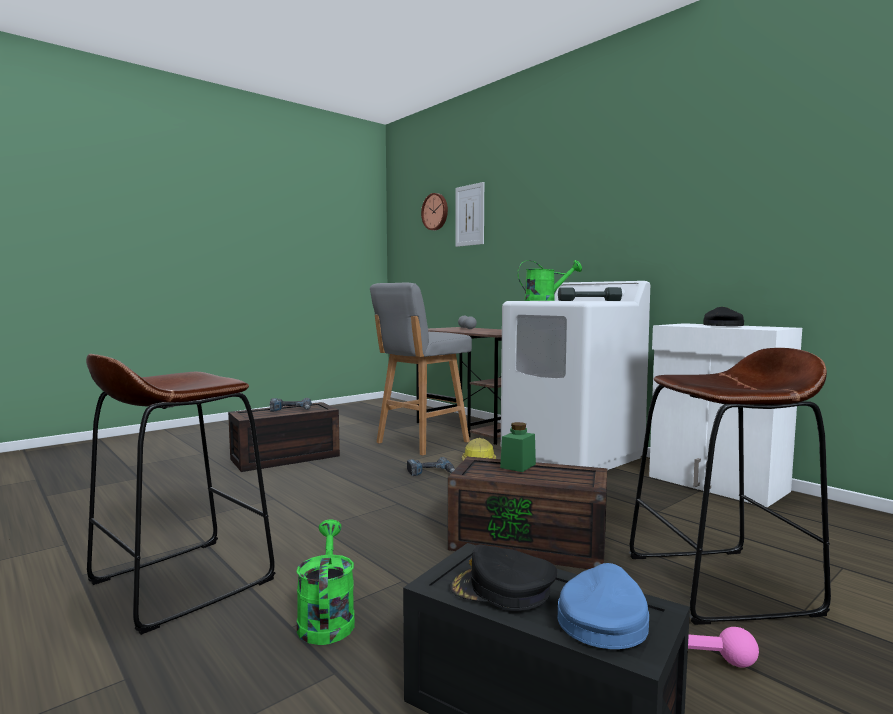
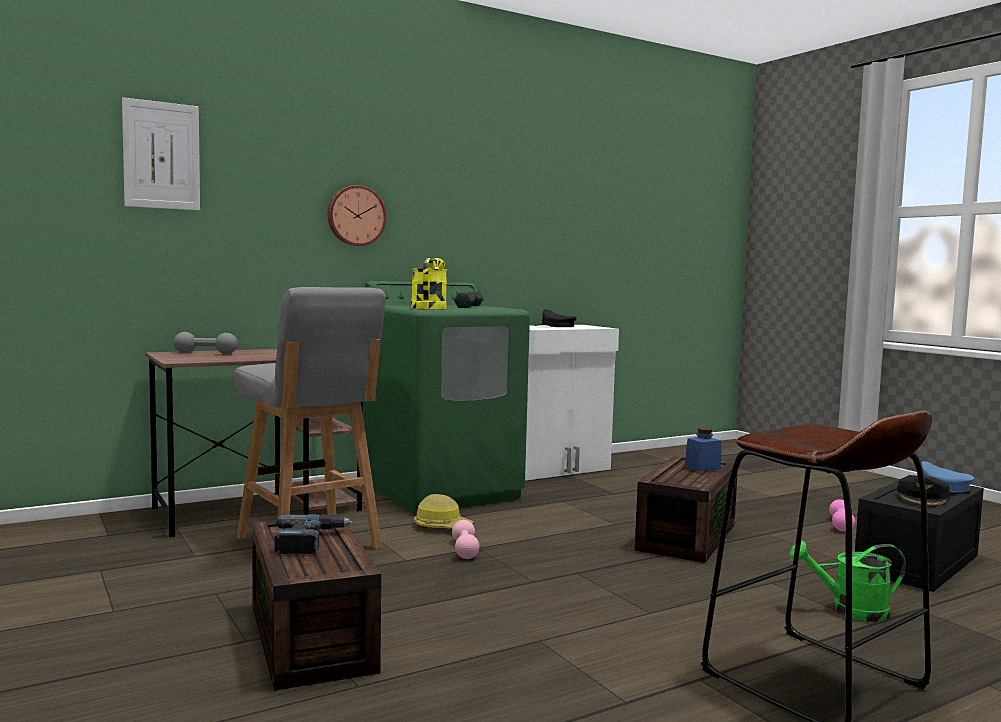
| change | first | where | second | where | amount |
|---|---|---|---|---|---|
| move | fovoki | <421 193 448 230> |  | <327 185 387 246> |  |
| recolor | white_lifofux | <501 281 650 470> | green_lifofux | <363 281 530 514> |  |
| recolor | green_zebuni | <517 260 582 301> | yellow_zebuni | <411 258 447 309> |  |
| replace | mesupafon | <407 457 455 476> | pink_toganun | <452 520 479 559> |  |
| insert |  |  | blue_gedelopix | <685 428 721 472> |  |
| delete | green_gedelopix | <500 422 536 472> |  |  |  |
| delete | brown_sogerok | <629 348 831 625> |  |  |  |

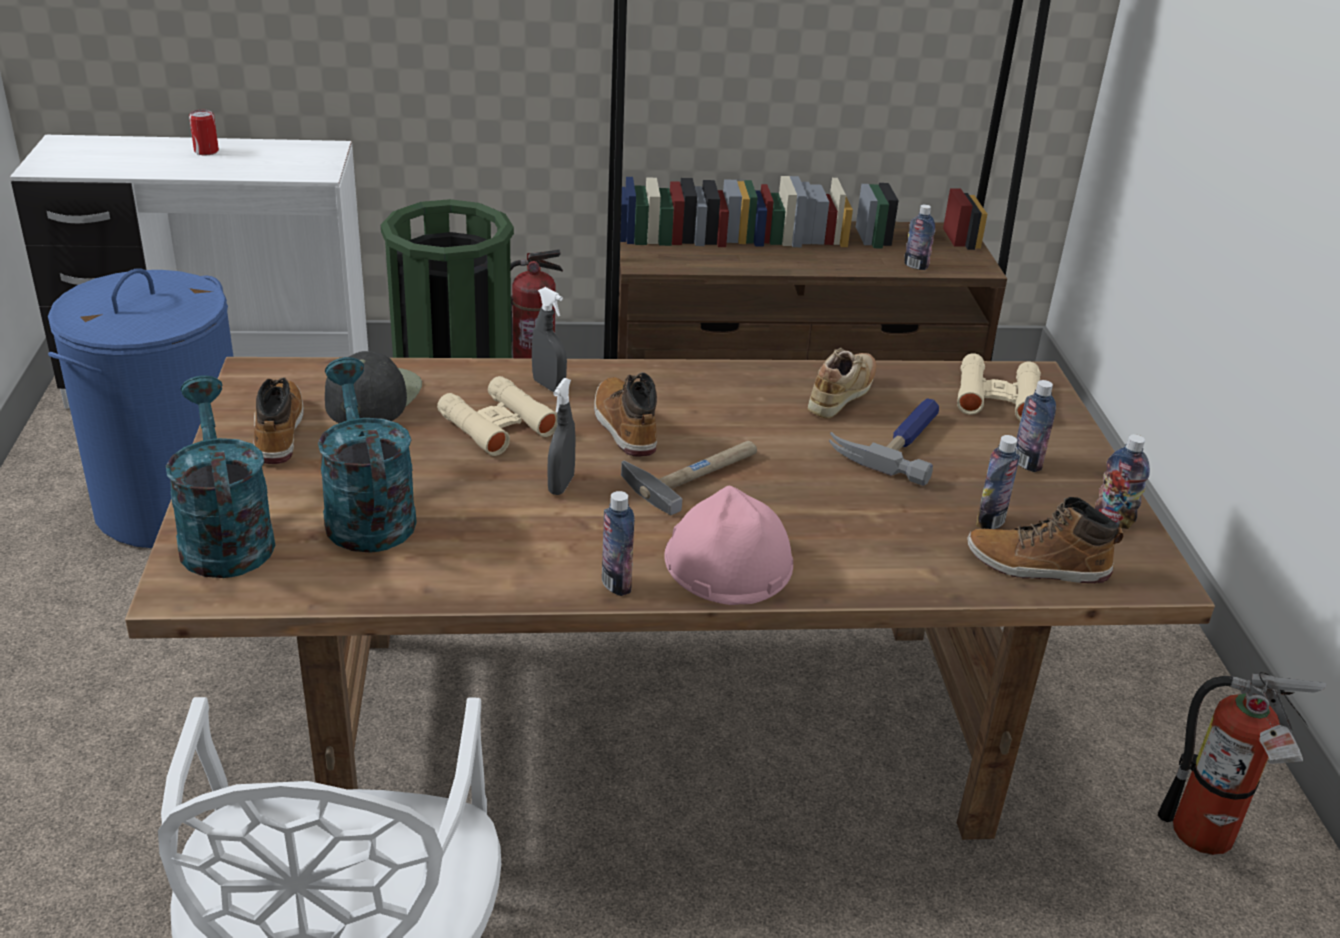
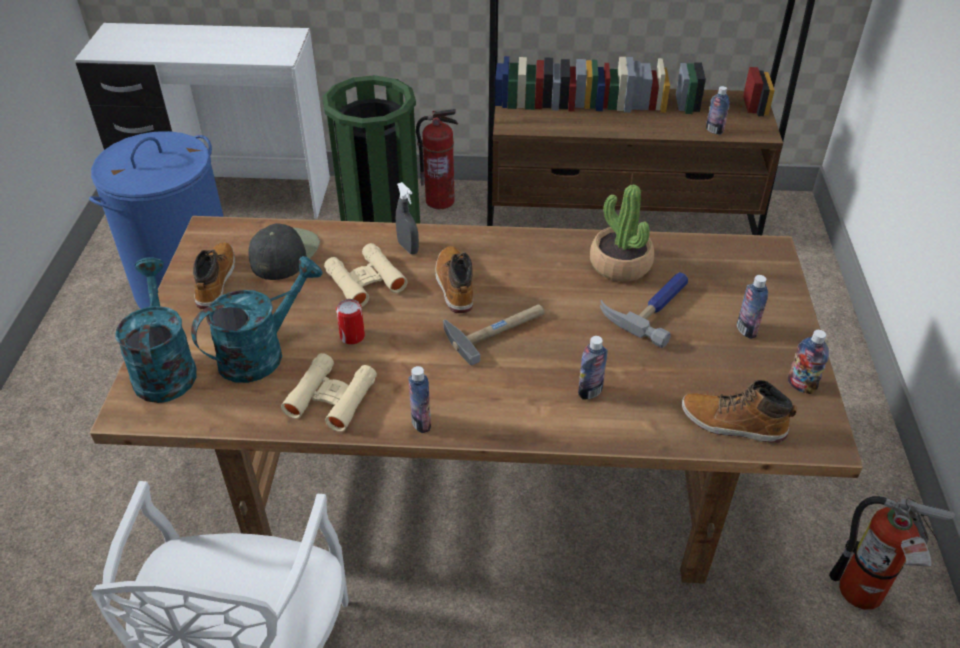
| change | first | where | second | where | amount |
|---|---|---|---|---|---|
| rotate | turquoise_zebuni | <318 357 417 553> |  | <191 256 323 383> | 60 degrees clockwise |
| move | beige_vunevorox | <957 353 1041 421> |  | <281 353 377 432> |  |
| move | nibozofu | <189 110 219 155> |  | <336 299 365 345> |  |
| move | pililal | <976 435 1020 529> |  | <578 336 608 400> |  |
| replace | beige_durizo | <808 348 876 418> | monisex | <590 185 654 281> |  |
| delete | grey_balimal | <547 378 576 495> |  |  |  |
| delete | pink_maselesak | <664 486 793 605> |  |  |  |

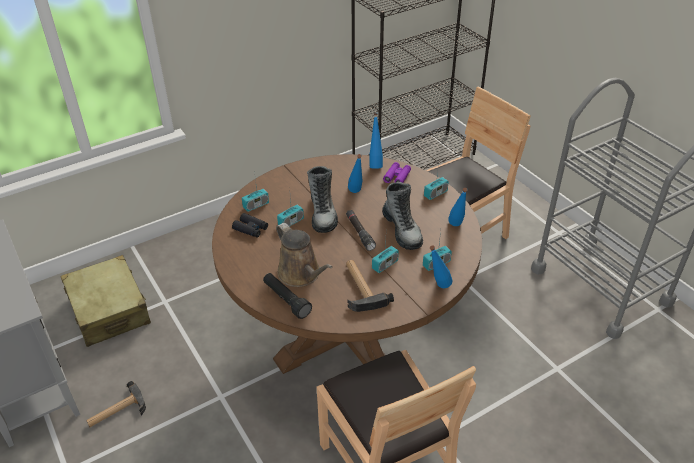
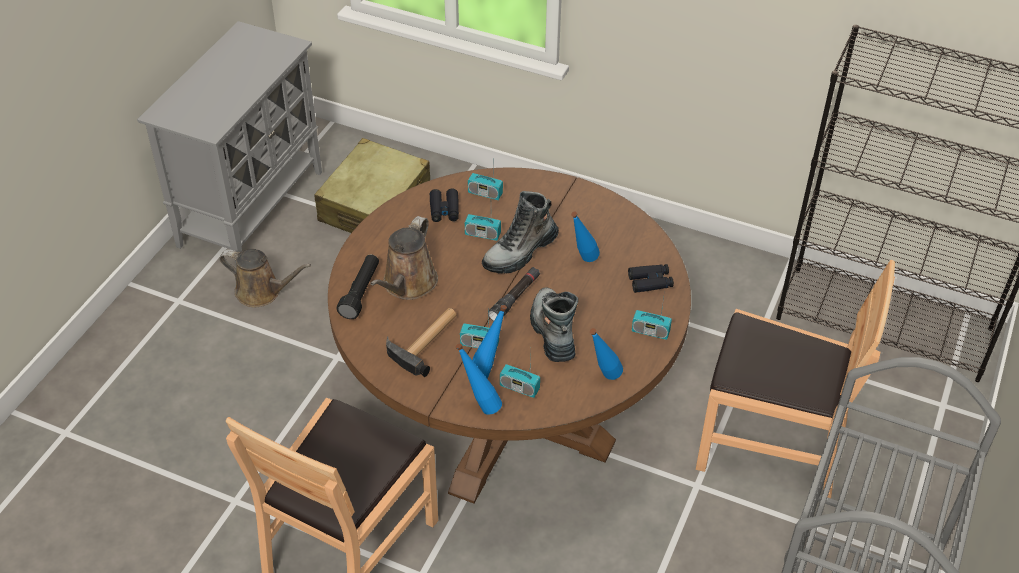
| change | first | where | second | where | amount |
|---|---|---|---|---|---|
| replace | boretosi | <86 381 146 427> | brown_zebuni | <219 249 311 307> |  |
| move | blue_pililal | <369 113 383 169> |  | <472 305 507 379> |  |
| rotate | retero | <382 182 423 250> |  | <530 287 578 362> | 135 degrees clockwise |
| recolor | purple_vunevorox | <383 162 411 183> | black_vunevorox | <628 264 674 293> |  |

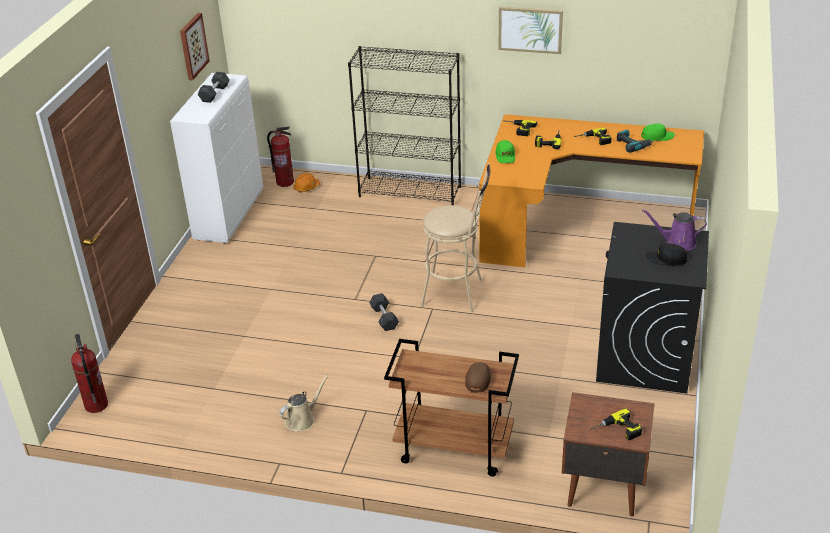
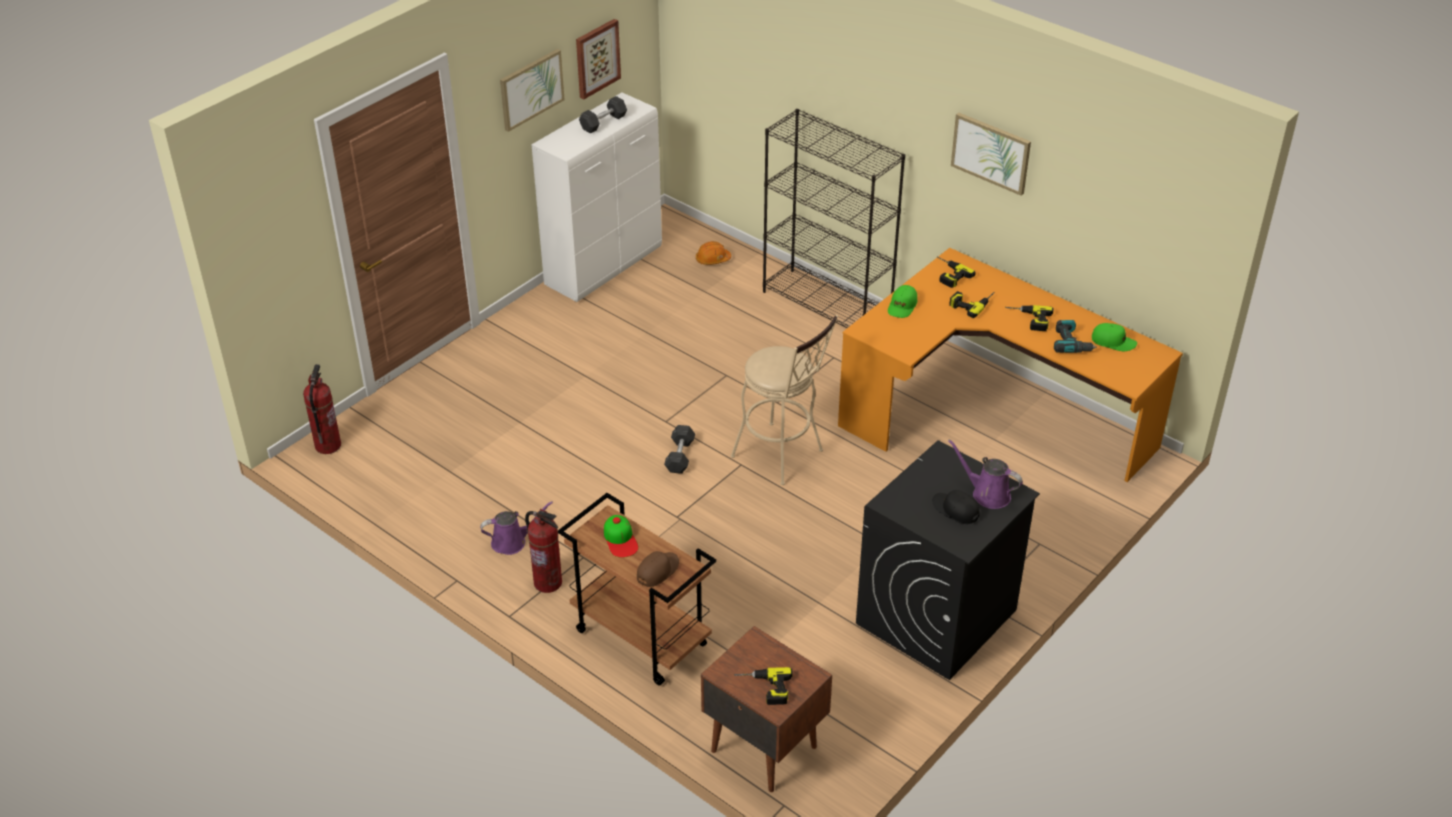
| change | first | where | second | where | amount |
|---|---|---|---|---|---|
| recolor | beige_zebuni | <279 374 329 432> | purple_zebuni | <480 501 553 555> |  |
| insert |  |  | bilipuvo | <500 49 565 132> |  |
| move | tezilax | <267 126 294 187> |  | <525 509 562 593> |  |
| insert |  |  | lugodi | <604 515 639 558> |  |

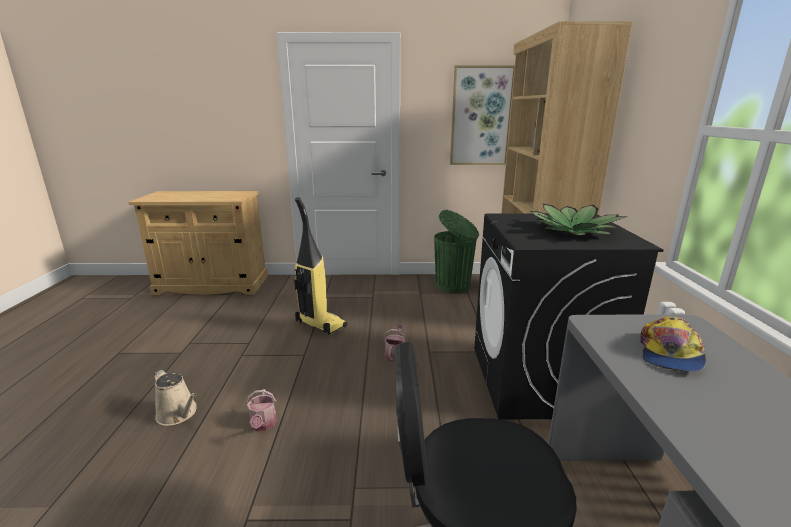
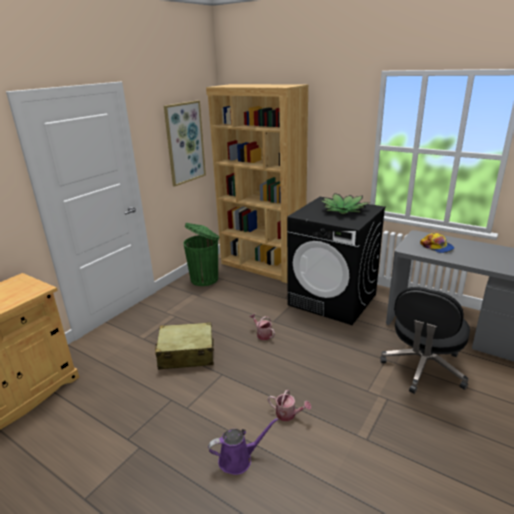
| change | first | where | second | where | amount |
|---|---|---|---|---|---|
| replace | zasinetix | <294 197 348 335> | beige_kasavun | <155 322 214 370> |  |
| recolor | beige_zebuni | <154 370 197 426> | purple_zebuni | <208 418 279 475> |  |

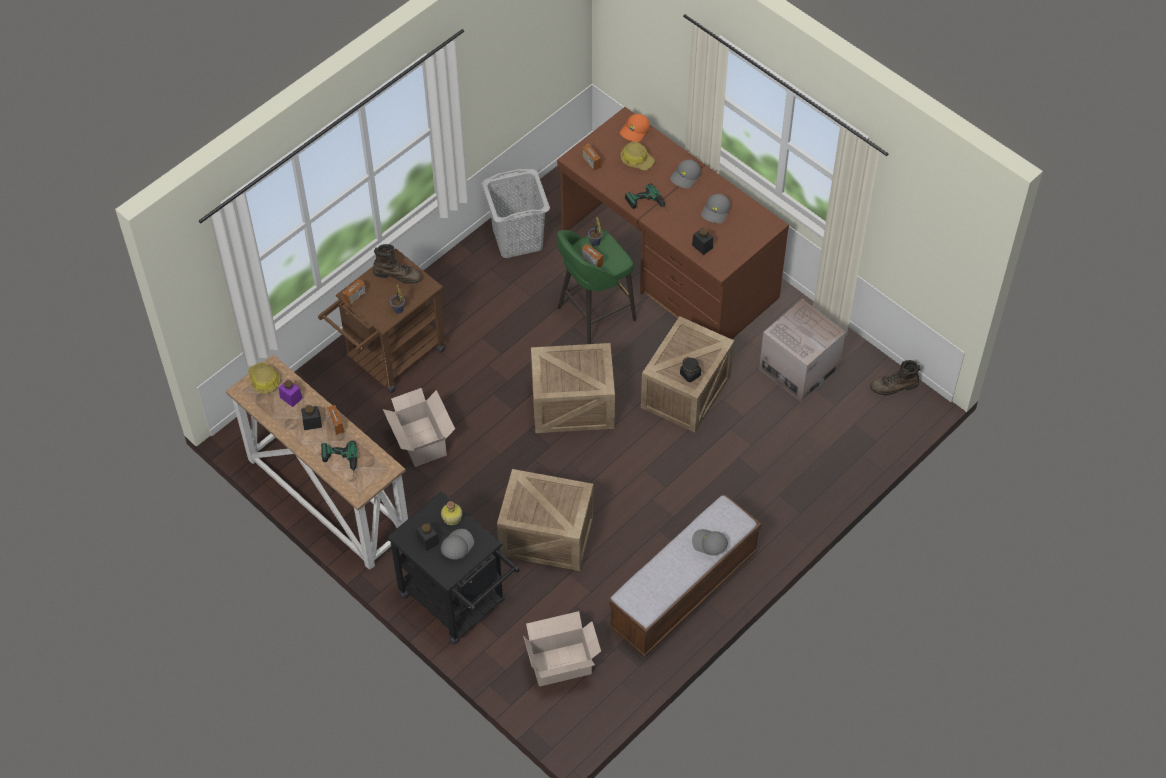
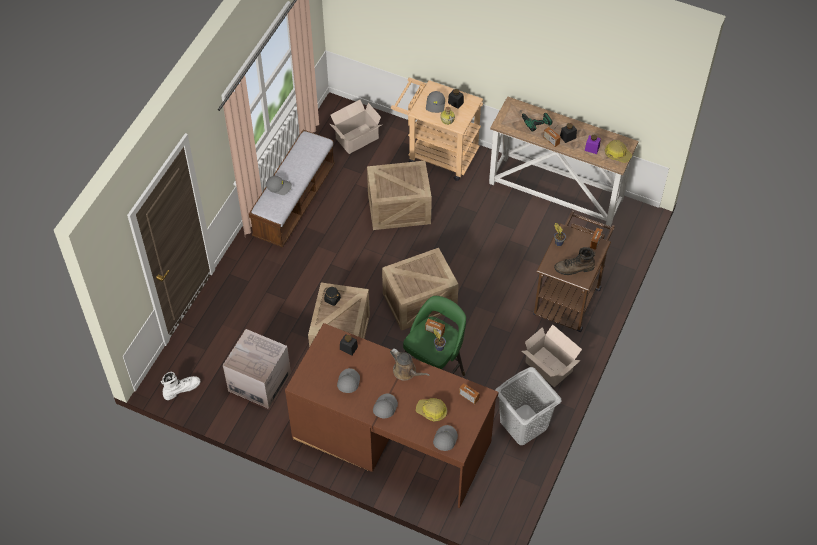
| change | first | where | second | where | amount |
|---|---|---|---|---|---|
| recolor | brown_retero | <870 360 920 395> | white_retero | <161 372 201 400> |  |
| replace | mesupafon | <625 183 666 209> | brown_zebuni | <390 348 430 381> |  |
| recolor | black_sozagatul | <386 491 520 644> | beige_sozagatul | <391 78 483 181> |  |
| recolor | orange_lugodi | <620 114 650 142> | grey_lugodi | <433 425 458 451> |  |
| move | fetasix | <383 388 455 467> |  | <522 324 582 387> |  |

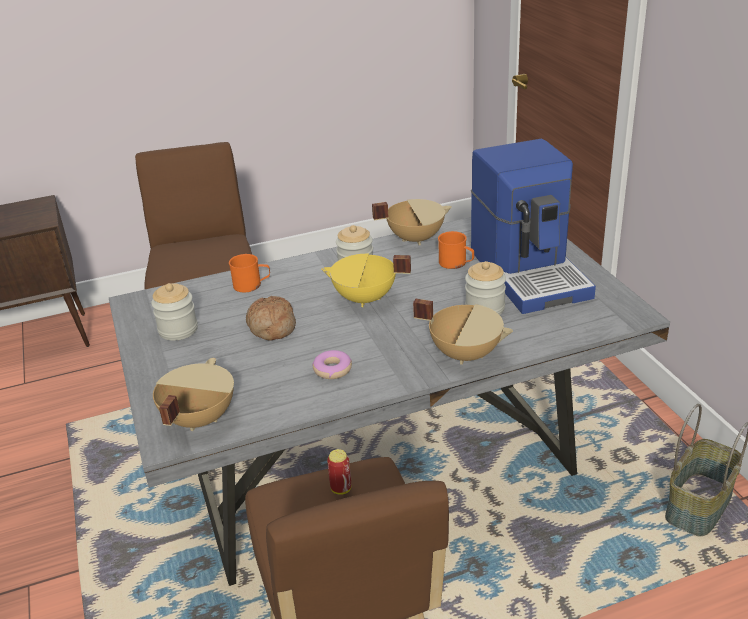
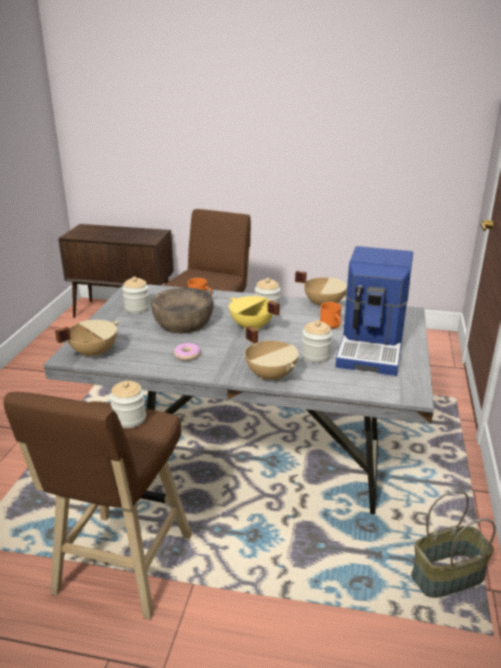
| change | first | where | second | where | amount |
|---|---|---|---|---|---|
| replace | nibozofu | <327 449 351 495> | gedelopix | <110 381 146 428> |  |
| replace | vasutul | <246 296 296 340> | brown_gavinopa | <151 287 214 333> |  |

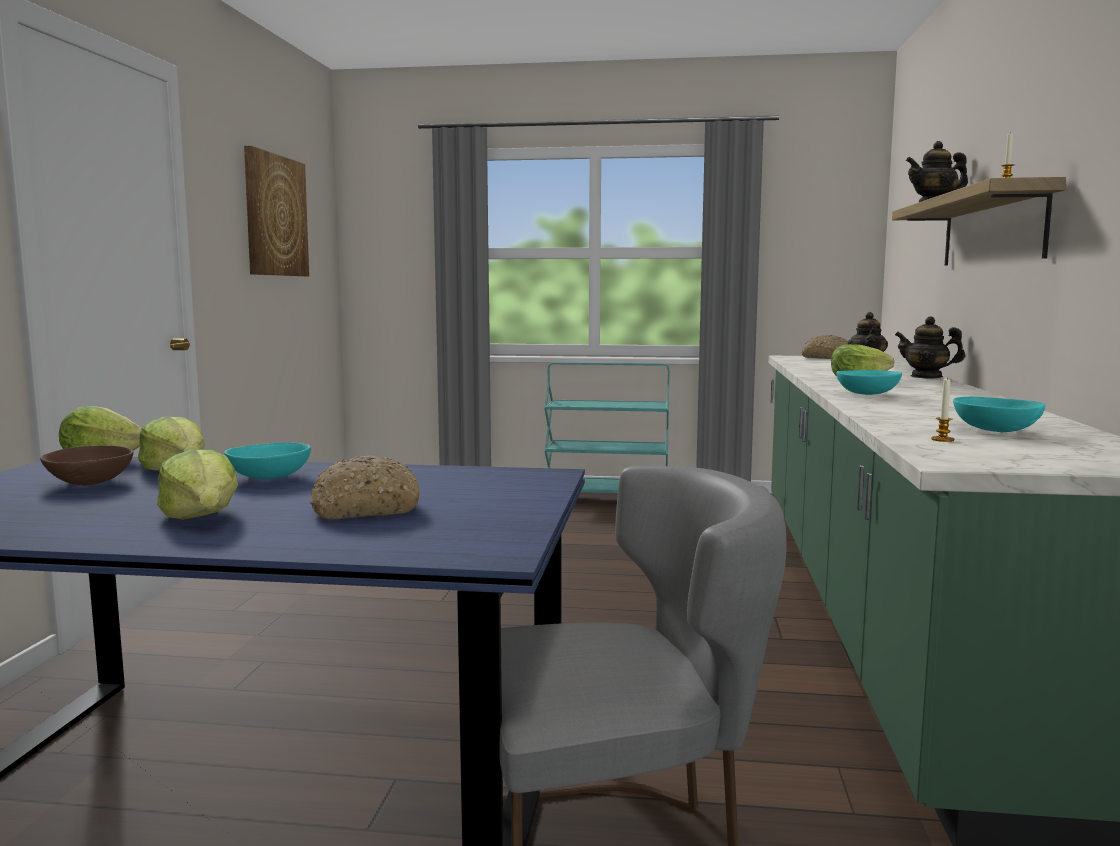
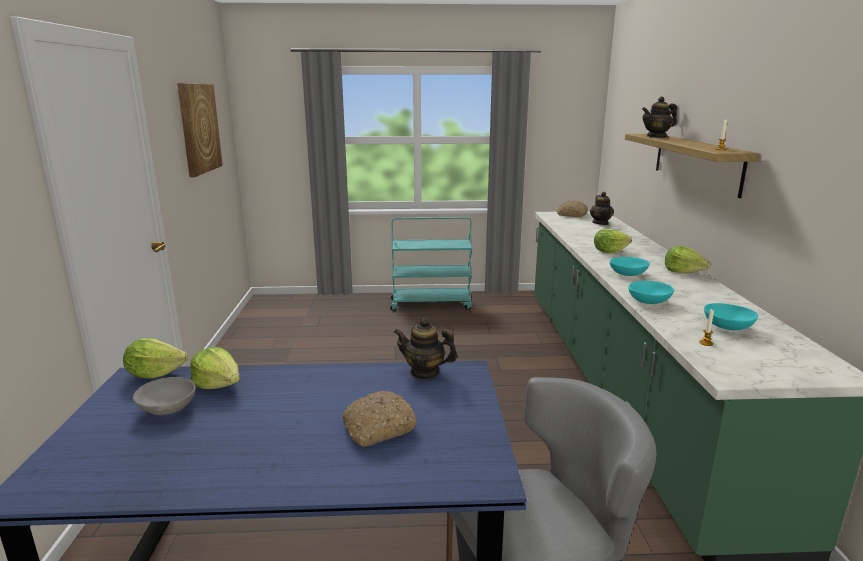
| change | first | where | second | where | amount |
|---|---|---|---|---|---|
| recolor | brown_gavinopa | <40 446 133 485> | grey_gavinopa | <133 377 196 415> |  |
| move | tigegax | <895 316 965 379> |  | <394 318 458 380> |  |
| move | turquoise_gavinopa | <224 442 311 479> |  | <628 281 674 304> |  |
| move | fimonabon | <156 449 238 520> |  | <665 246 710 273> |  |

